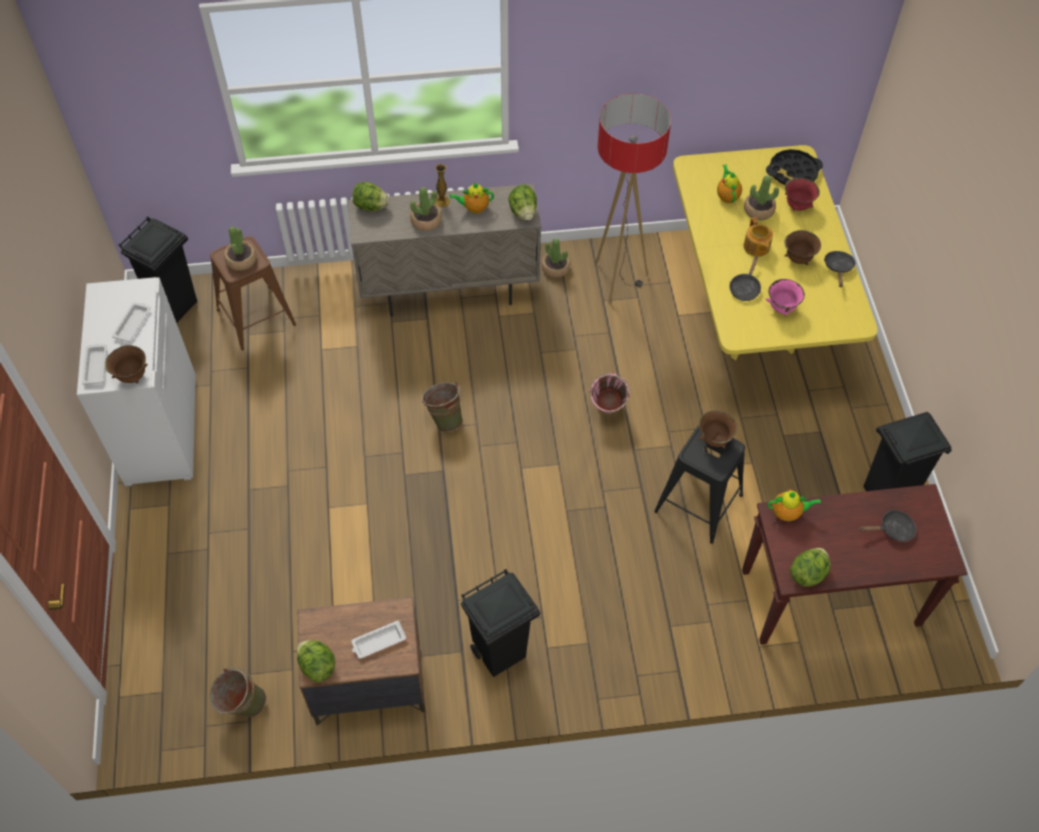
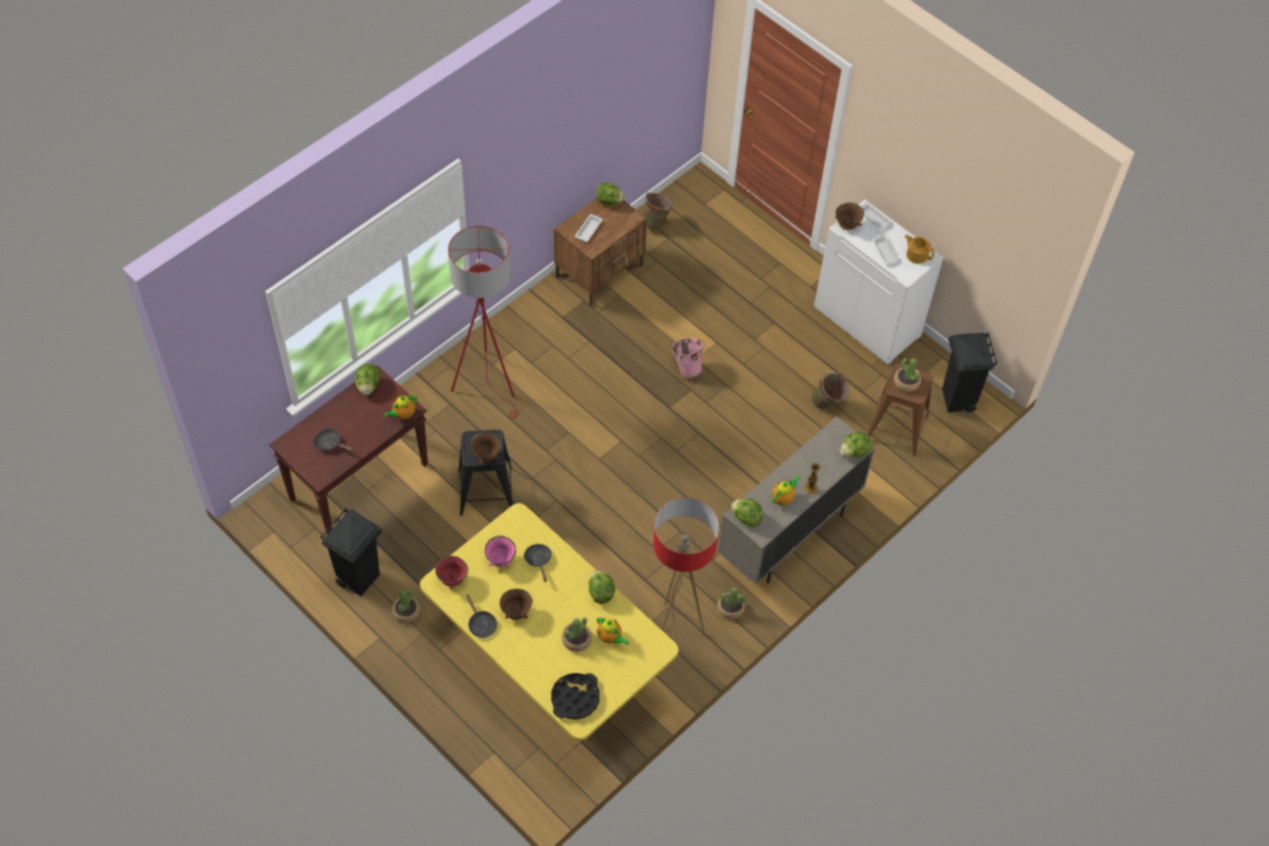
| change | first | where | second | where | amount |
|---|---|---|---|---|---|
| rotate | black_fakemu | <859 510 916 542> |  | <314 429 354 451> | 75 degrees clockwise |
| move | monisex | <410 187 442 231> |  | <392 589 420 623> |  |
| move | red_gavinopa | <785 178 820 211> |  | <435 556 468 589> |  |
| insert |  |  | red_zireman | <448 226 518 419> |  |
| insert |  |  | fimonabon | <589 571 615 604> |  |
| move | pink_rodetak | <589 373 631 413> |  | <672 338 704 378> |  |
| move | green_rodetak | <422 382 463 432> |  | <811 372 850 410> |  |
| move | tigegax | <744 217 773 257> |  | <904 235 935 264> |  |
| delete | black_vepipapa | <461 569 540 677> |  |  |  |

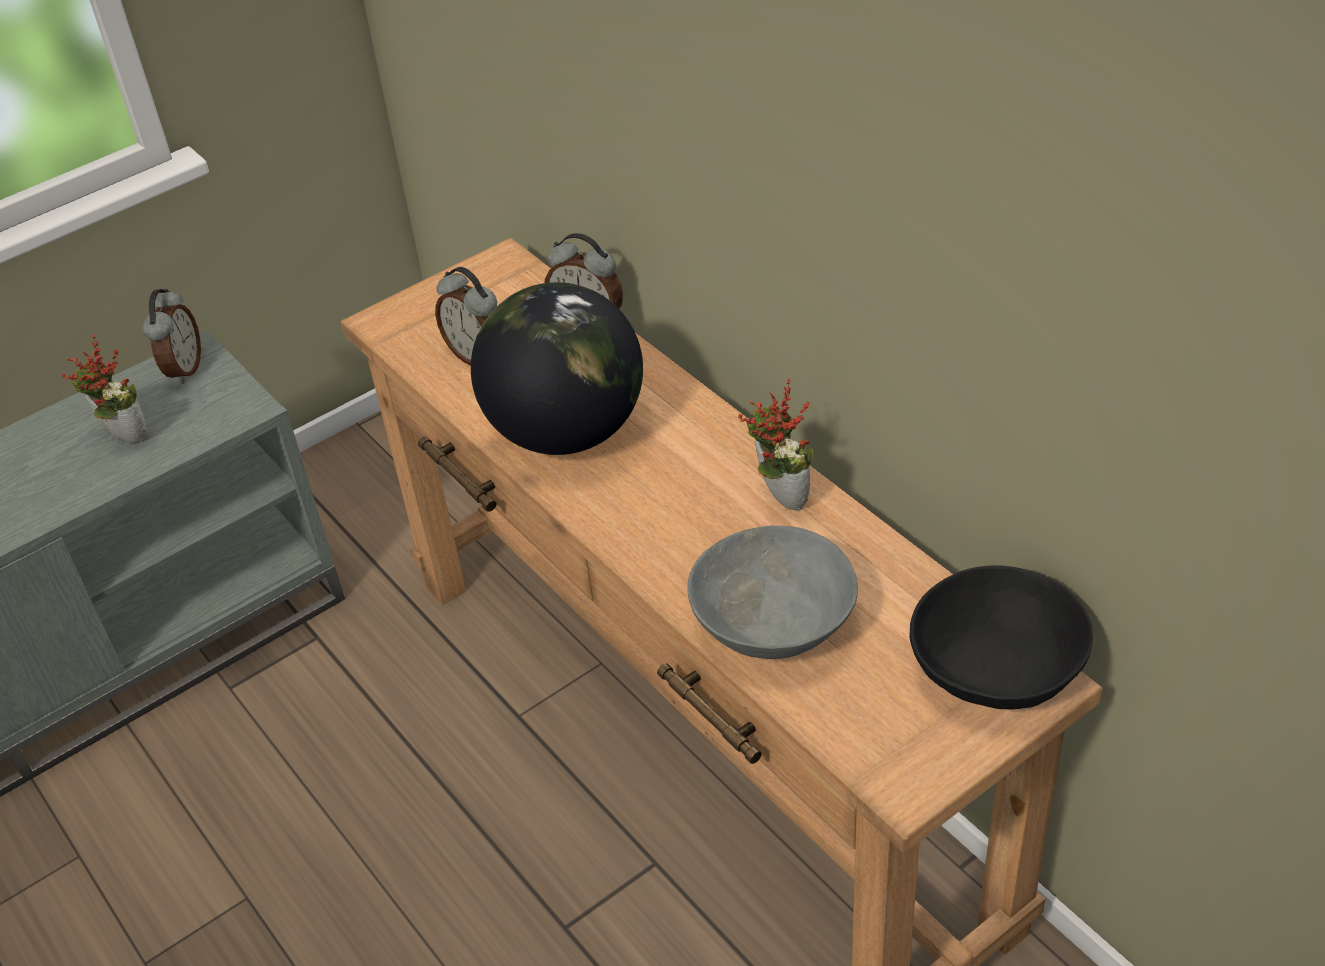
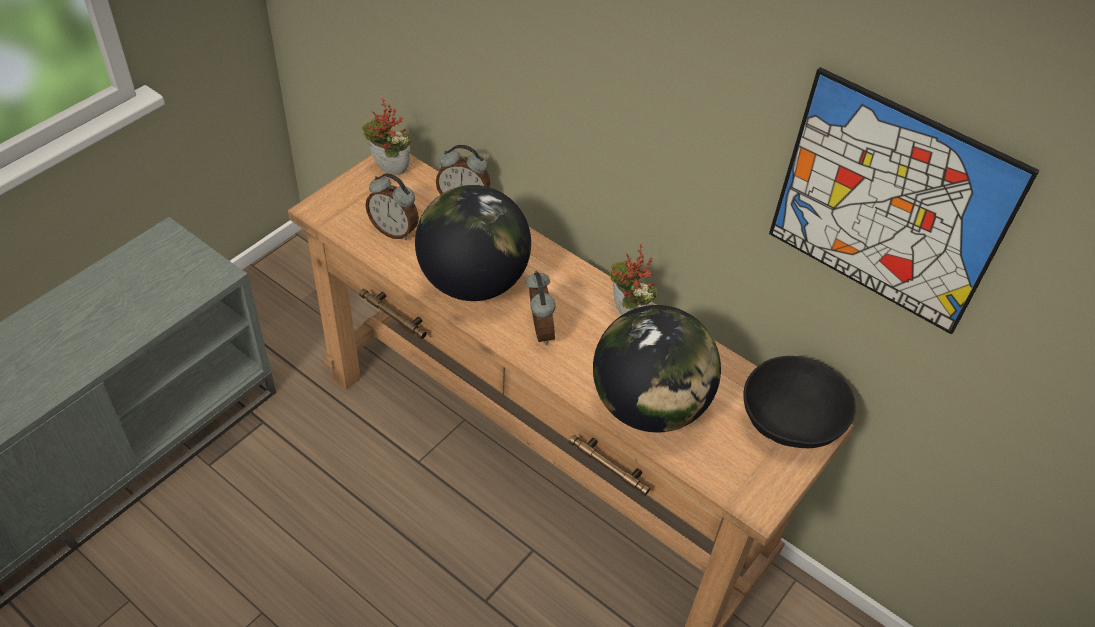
| change | first | where | second | where | amount |
|---|---|---|---|---|---|
| move | monisex | <62 333 147 443> |  | <362 98 411 175> |  |
| move | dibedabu | <143 289 201 384> |  | <526 271 556 345> |  |
| replace | grey_gavinopa | <687 526 858 659> | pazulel | <593 305 721 433> |  |
| insert |  |  | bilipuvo | <769 67 1039 335> |  |

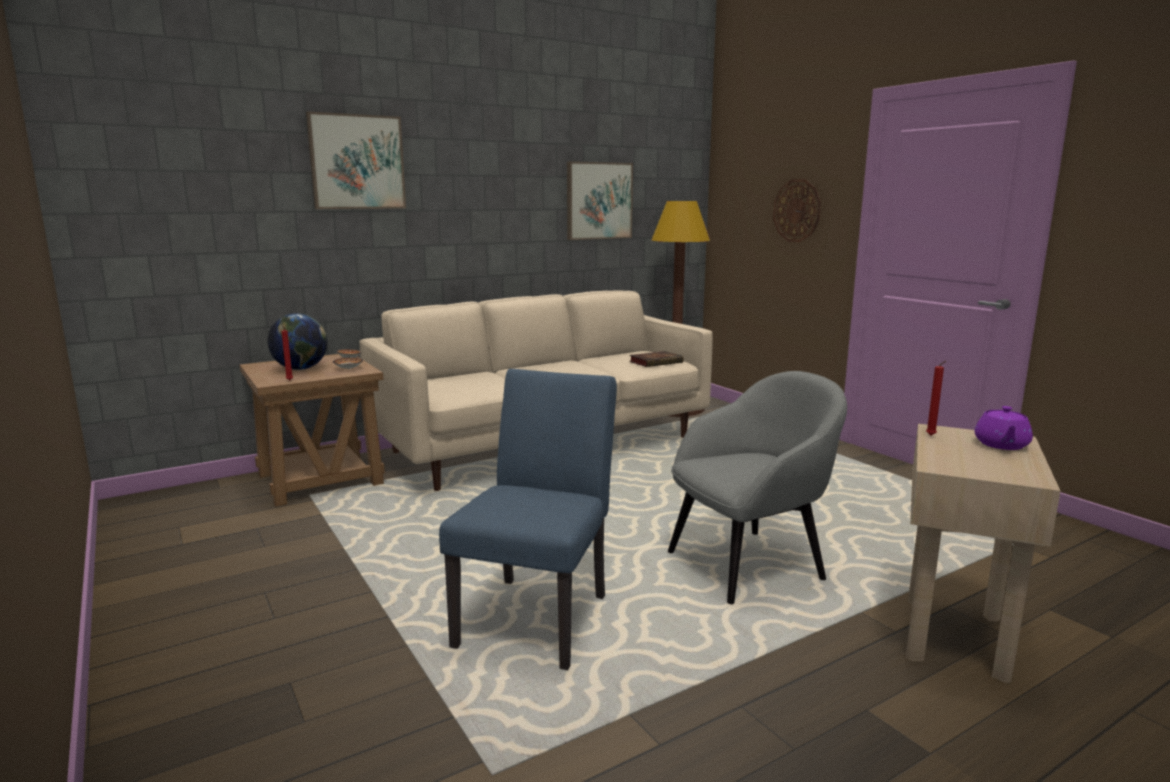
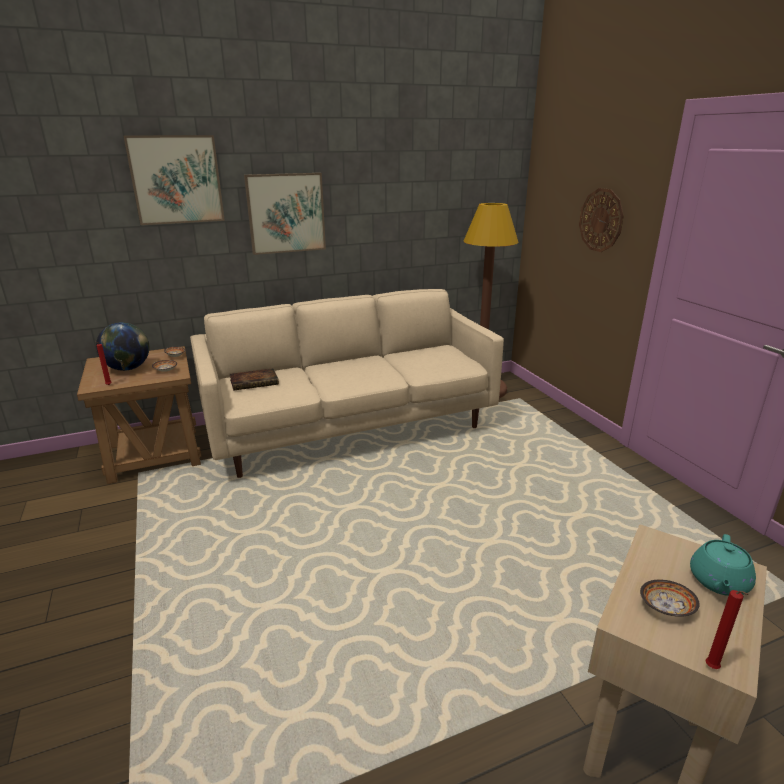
| change | first | where | second | where | amount |
|---|---|---|---|---|---|
| move | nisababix | <629 351 684 367> |  | <230 368 279 391> |  |
| move | bilipuvo | <567 161 633 240> |  | <244 173 326 255> |  |
| insert |  |  | gavinopa | <640 580 700 617> |  |
| recolor | purple_tigegax | <975 406 1033 450> | turquoise_tigegax | <690 534 756 596> |  |
| move | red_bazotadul | <926 361 946 435> |  | <705 590 748 669> |  |
| delete | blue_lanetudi | <439 369 617 670> |  |  |  |
| delete | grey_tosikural | <668 371 847 604> |  |  |  |

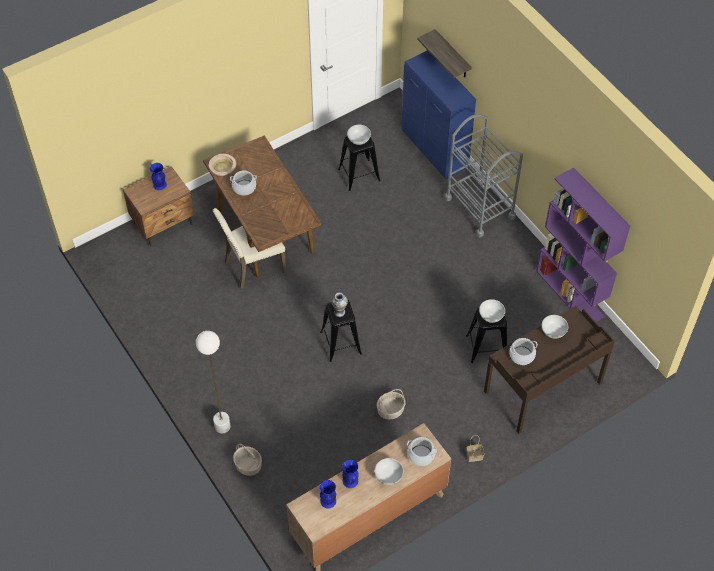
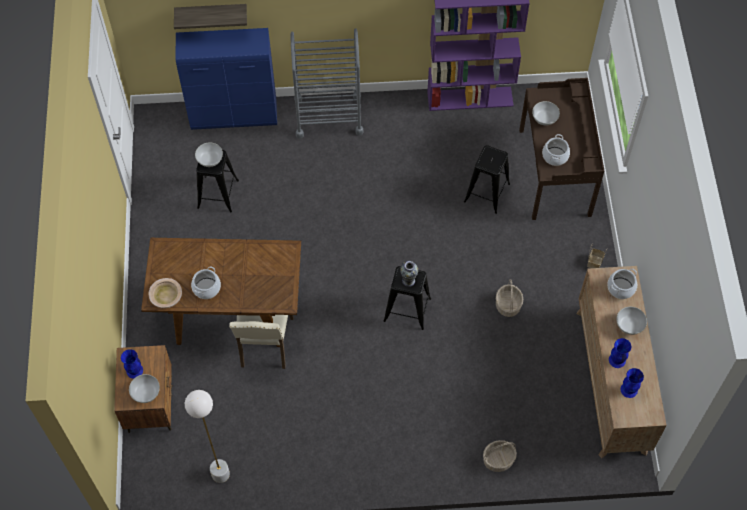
| change | first | where | second | where | amount |
|---|---|---|---|---|---|
| move | white_gavinopa | <479 299 505 323> |  | <129 374 160 403> |  |
| move | white_zireman | <196 331 230 433> |  | <185 390 230 483> |  |

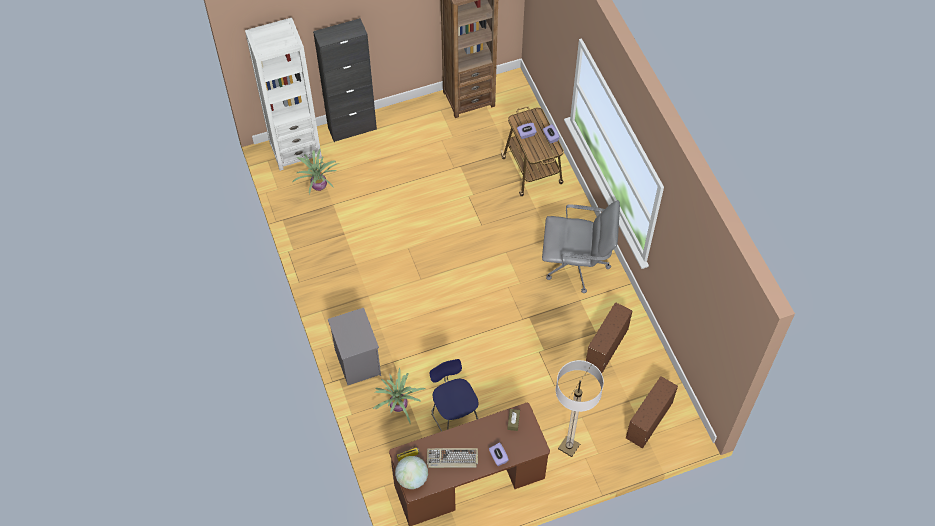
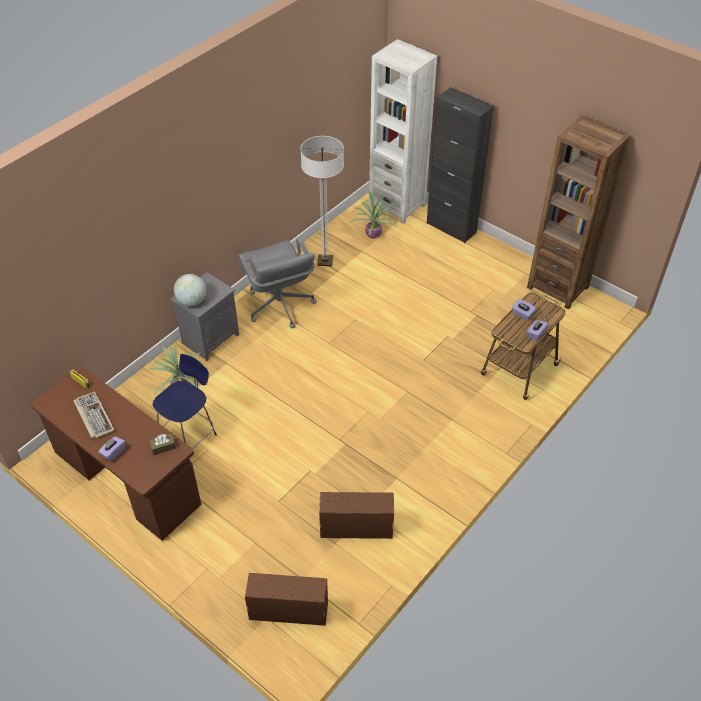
| change | first | where | second | where | amount |
|---|---|---|---|---|---|
| move | pazulel | <395 456 428 489> |  | <174 274 206 306> |  |
| move | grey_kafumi | <542 200 620 293> |  | <238 238 317 329> |  |
| move | zireman | <556 360 604 457> |  | <300 136 344 266> |  |

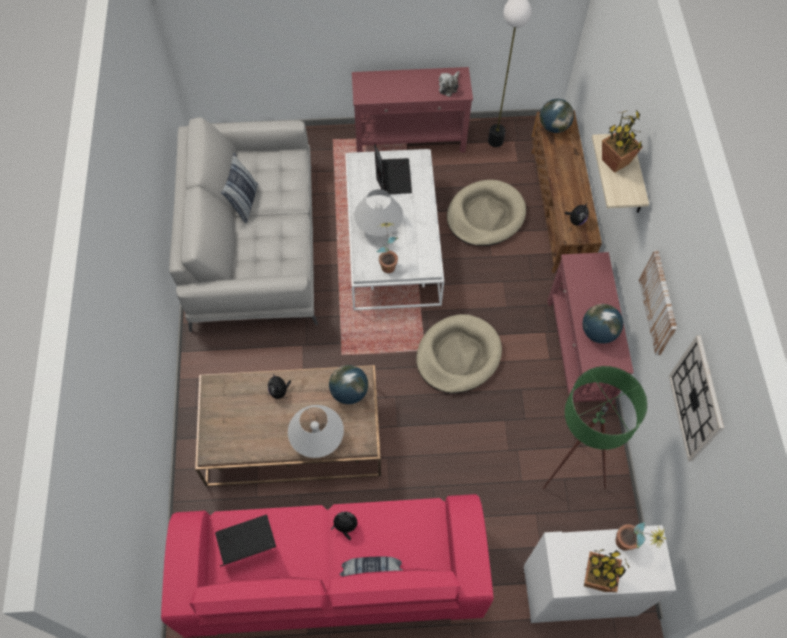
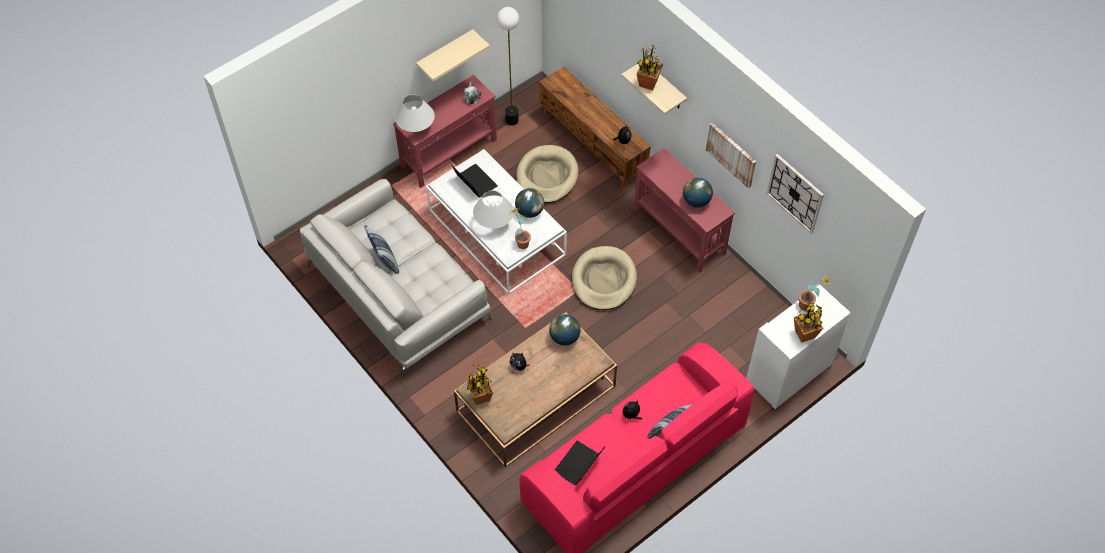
| change | first | where | second | where | amount |
|---|---|---|---|---|---|
| move | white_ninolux | <288 405 344 458> |  | <395 95 435 132> |  |
| insert |  |  | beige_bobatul | <416 29 490 82> |  |
| insert |  |  | monisex | <466 365 493 405> |  |
| move | pazulel | <540 99 574 133> |  | <515 188 544 218> |  |
| delete | green_zireman | <542 366 647 490> |  |  |  |

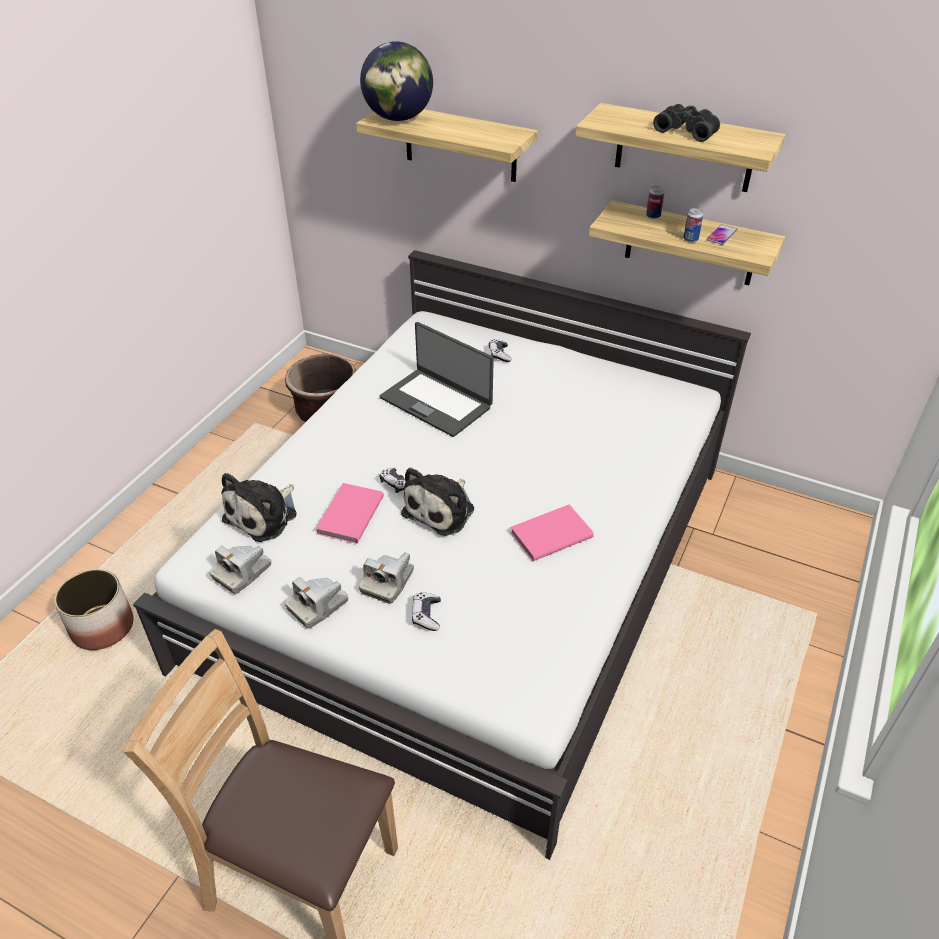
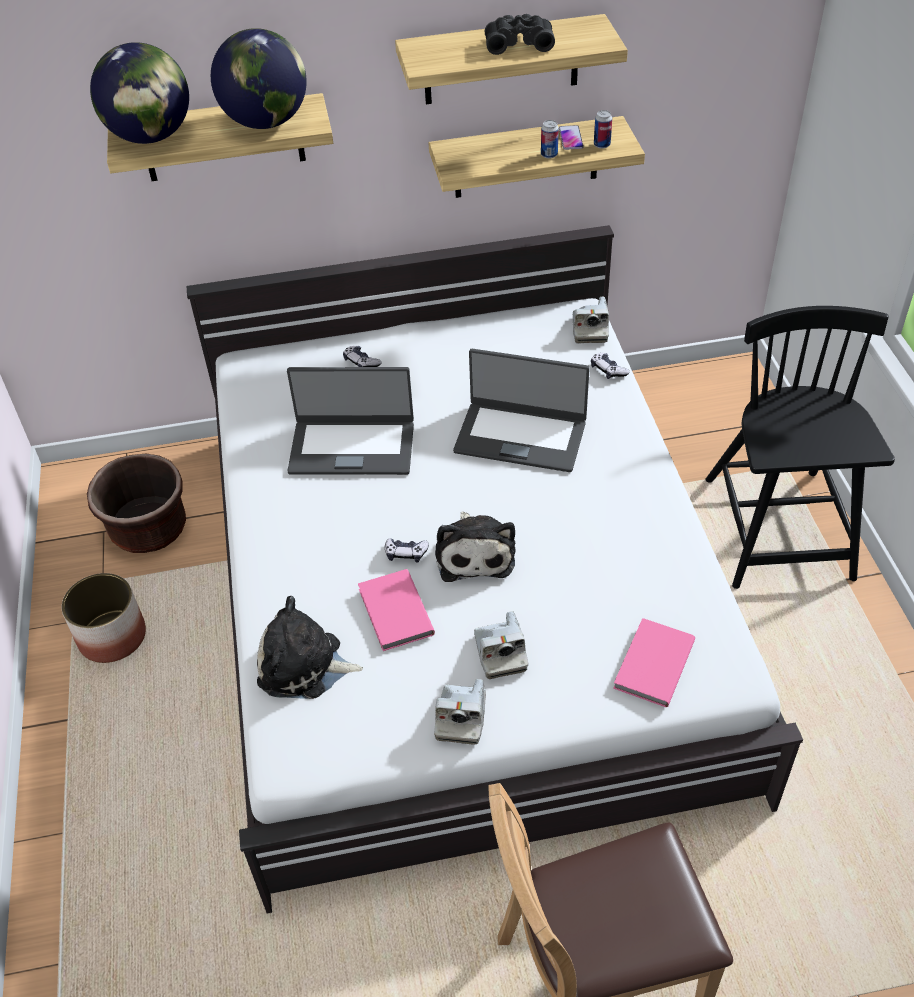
| change | first | where | second | where | amount |
|---|---|---|---|---|---|
| move | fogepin | <54 569 134 650> |  | <62 573 146 663> |  |
| insert |  |  | pazulel | <211 28 307 129> |  |
| rotate | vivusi | <221 473 297 542> |  | <257 596 363 699> | 105 degrees clockwise |
| insert |  |  | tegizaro | <453 349 590 472> |  |
| move | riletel | <209 545 271 594> |  | <573 297 609 343> |  |
| move | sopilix | <412 593 441 631> |  | <591 353 630 379> |  |
| move | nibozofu | <646 186 664 219> |  | <594 110 612 149> |  |
| move | pink_nisababix | <510 505 594 561> |  | <613 618 695 707> |  |
| insert |  |  | black_lanetudi | <706 306 895 589> |  |

